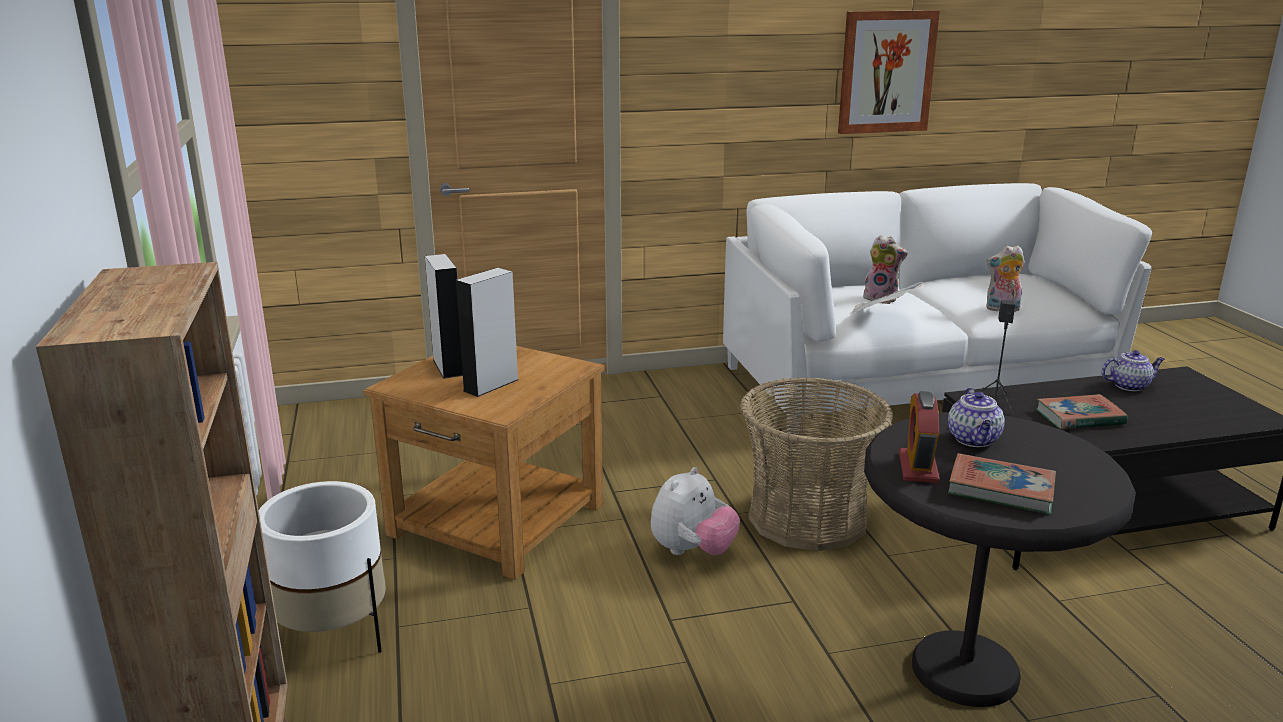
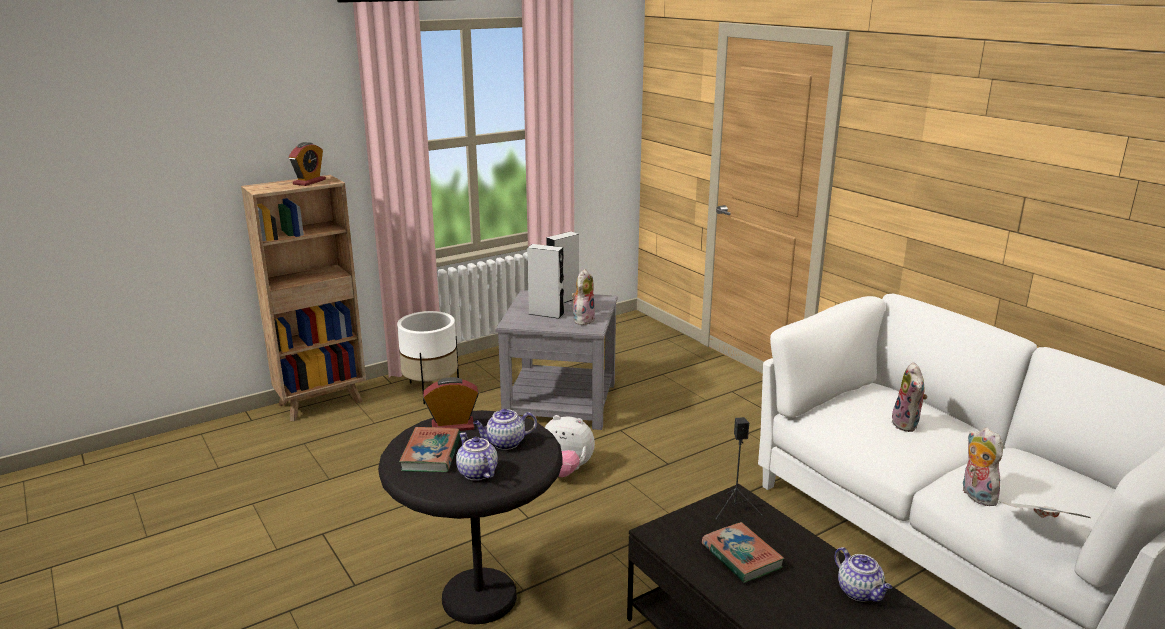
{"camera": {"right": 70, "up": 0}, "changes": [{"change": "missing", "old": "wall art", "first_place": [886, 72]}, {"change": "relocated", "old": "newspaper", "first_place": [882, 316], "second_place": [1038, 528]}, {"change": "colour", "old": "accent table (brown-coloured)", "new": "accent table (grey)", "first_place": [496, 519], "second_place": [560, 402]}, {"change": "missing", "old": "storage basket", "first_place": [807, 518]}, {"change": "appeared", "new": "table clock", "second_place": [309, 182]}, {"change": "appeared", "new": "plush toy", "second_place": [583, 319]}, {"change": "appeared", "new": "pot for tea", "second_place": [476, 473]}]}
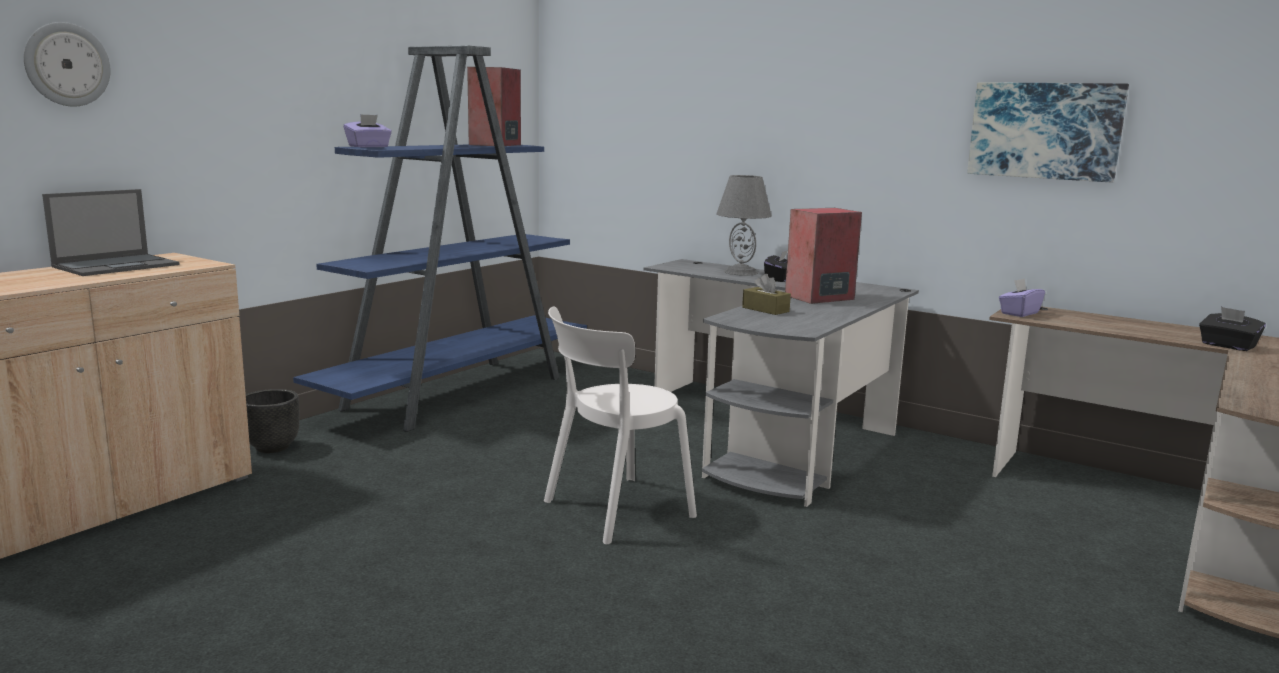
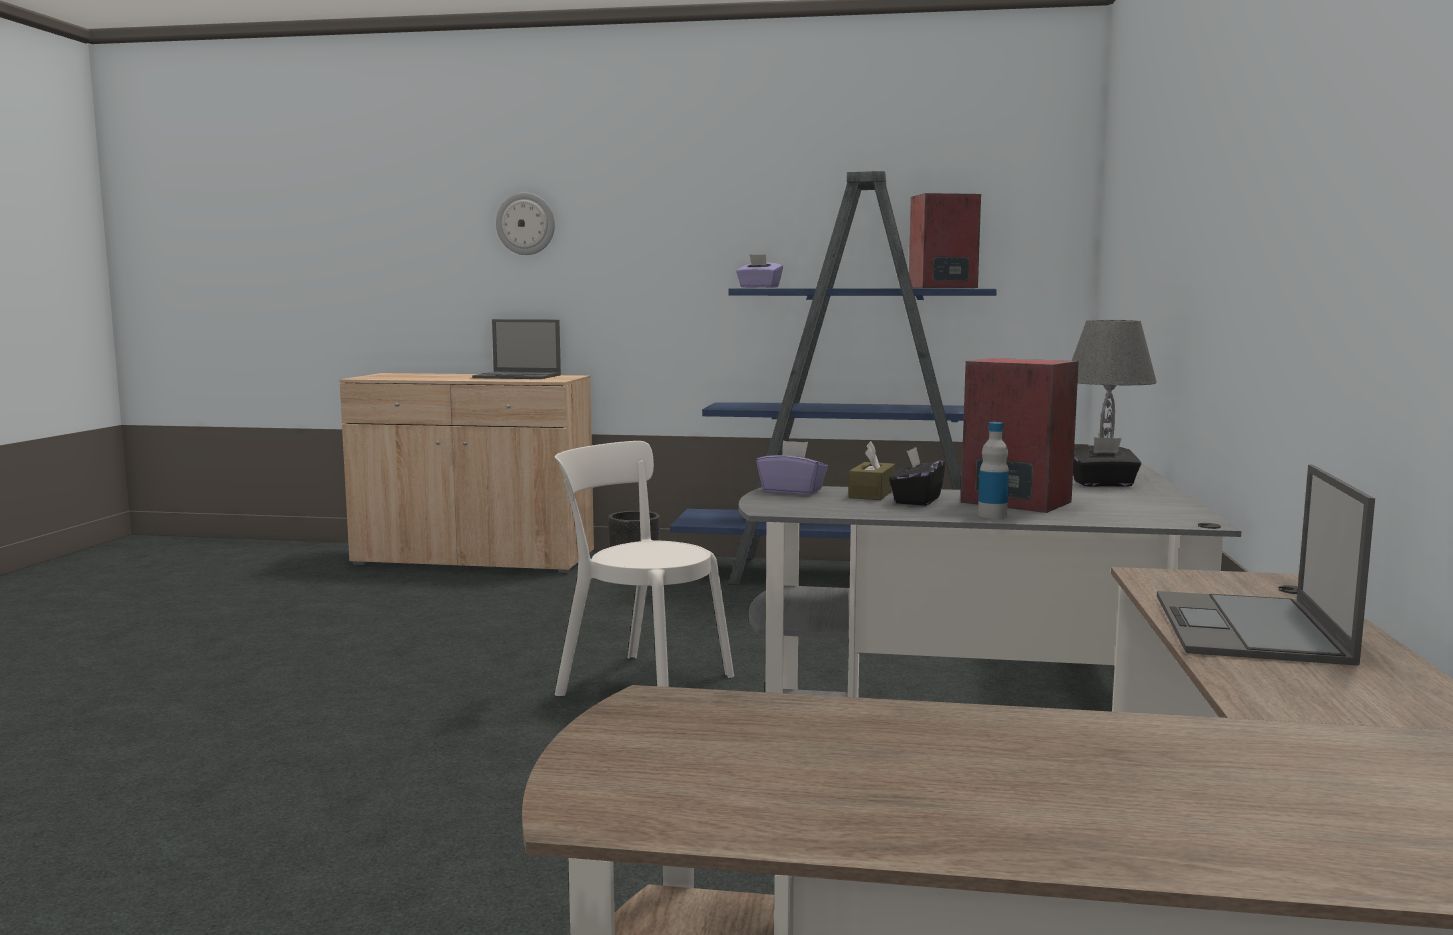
{"camera": {"right": 65, "up": -5}, "changes": [{"change": "missing", "old": "wall art", "first_place": [1045, 131]}, {"change": "relocated", "old": "tissue box (purplish)", "first_place": [1019, 313], "second_place": [792, 491]}, {"change": "relocated", "old": "tissue box (black-coloured)", "first_place": [1227, 346], "second_place": [916, 500]}, {"change": "appeared", "new": "bottle", "second_place": [992, 515]}, {"change": "appeared", "new": "laptop", "second_place": [1250, 629]}]}
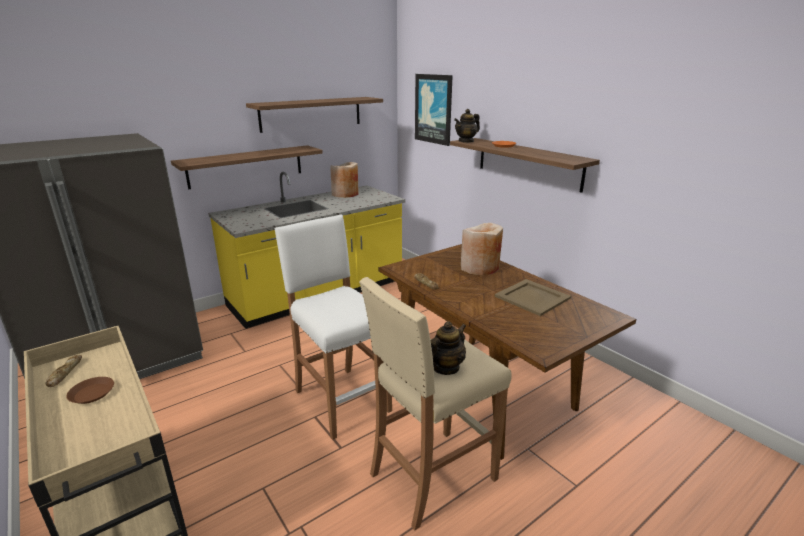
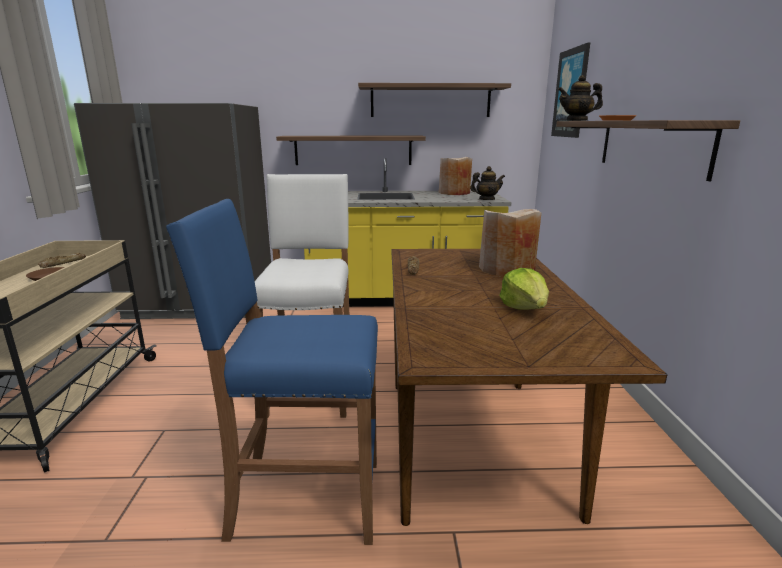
{"camera": {"right": 35, "up": -5}, "changes": [{"change": "colour", "old": "stool (beige)", "new": "stool (bluish)", "first_place": [431, 476], "second_place": [304, 499]}, {"change": "exchanged", "old": "serving tray (beige)", "new": "lettuce head", "first_place": [532, 297], "second_place": [524, 308]}, {"change": "relocated", "old": "pot for tea", "first_place": [445, 368], "second_place": [486, 199]}]}
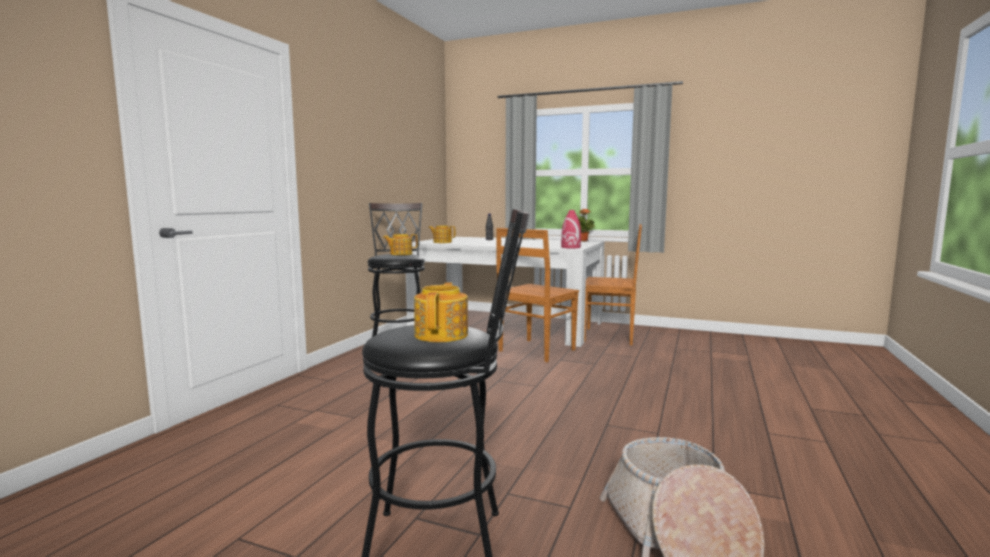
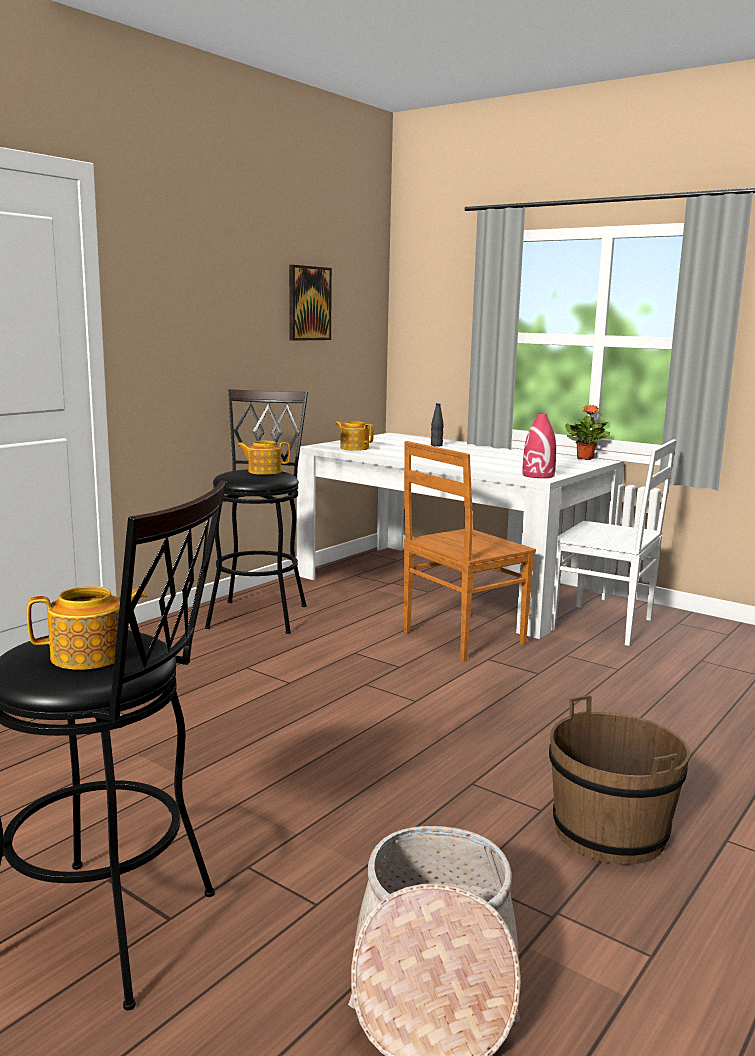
{"camera": {"right": 15, "up": 5}, "changes": [{"change": "colour", "old": "chair (brown-coloured)", "new": "chair (white)", "first_place": [610, 336], "second_place": [605, 625]}, {"change": "spun", "old": "pot for tea", "first_place": [442, 335], "second_place": [91, 656], "degrees": 45}, {"change": "appeared", "new": "wall art", "second_place": [309, 303]}, {"change": "appeared", "new": "water bucket (brown-coloured)", "second_place": [610, 832]}]}
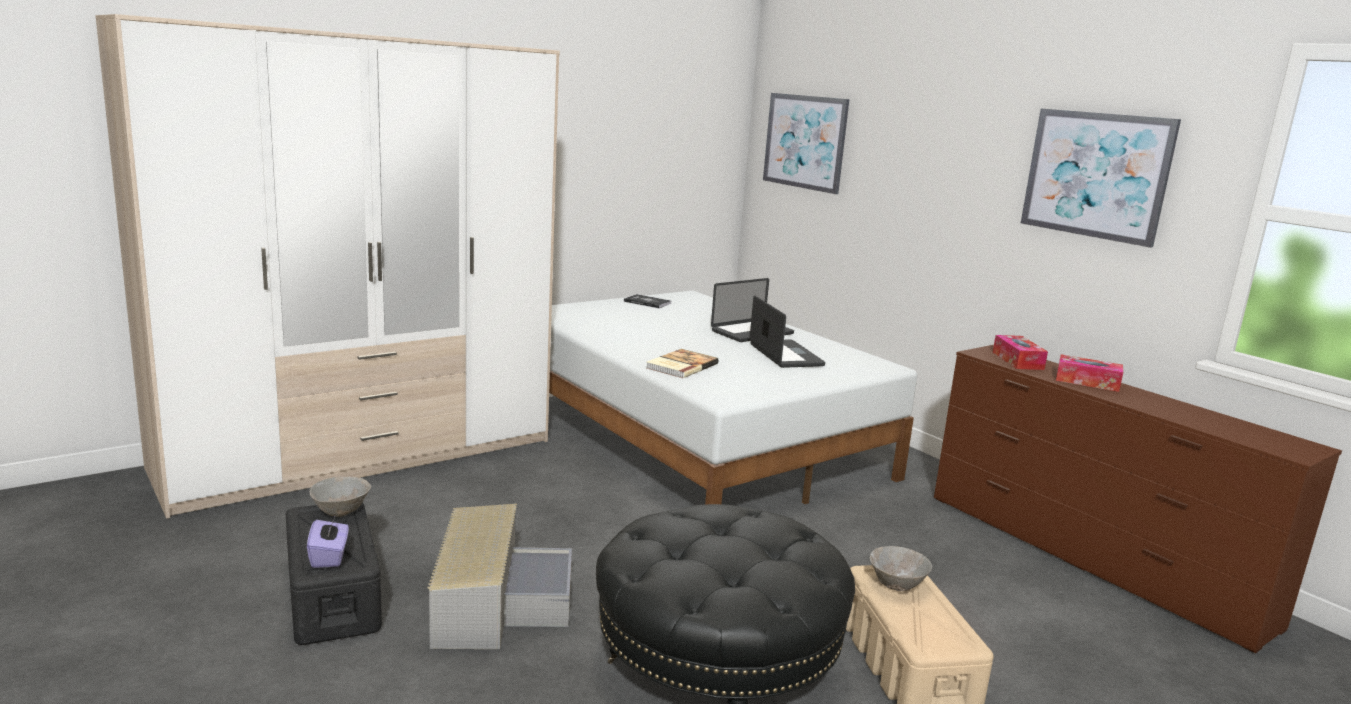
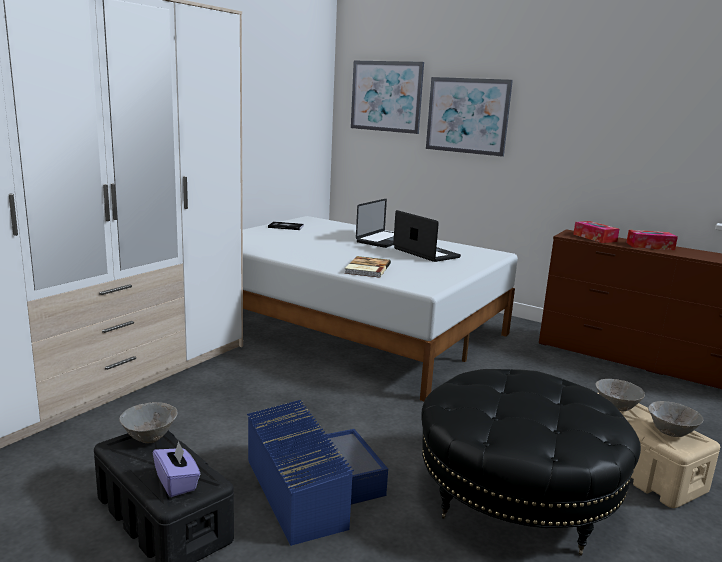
{"camera": {"right": -20, "up": 0}, "changes": [{"change": "relocated", "old": "wall art", "first_place": [1096, 175], "second_place": [467, 116]}, {"change": "colour", "old": "storage bin (grey)", "new": "storage bin (bluish)", "first_place": [496, 600], "second_place": [310, 487]}, {"change": "appeared", "new": "bowl (grey)", "second_place": [670, 432]}]}
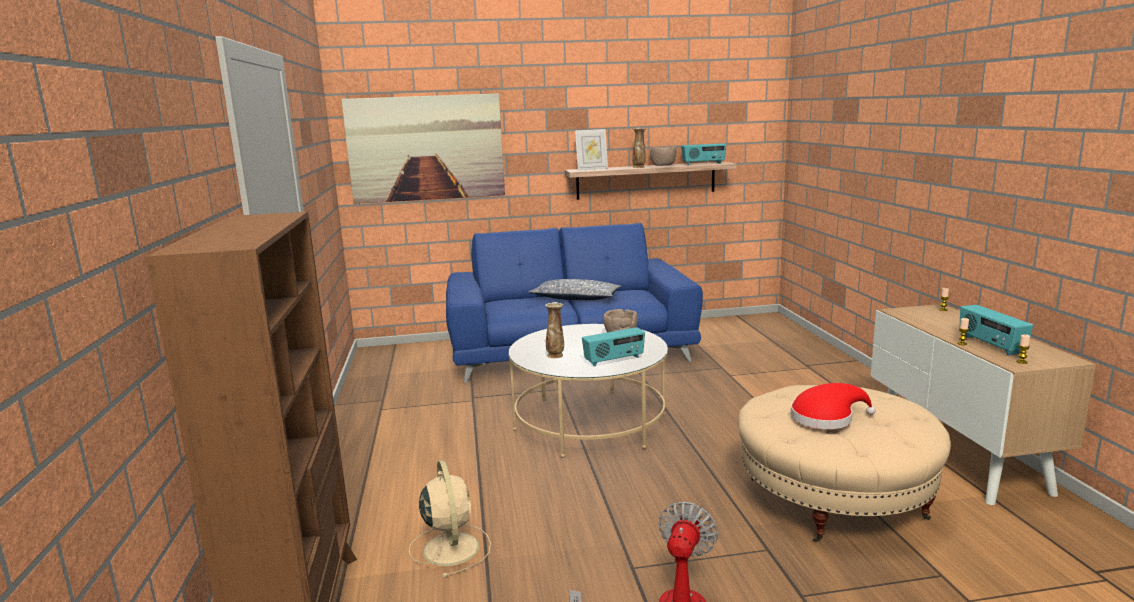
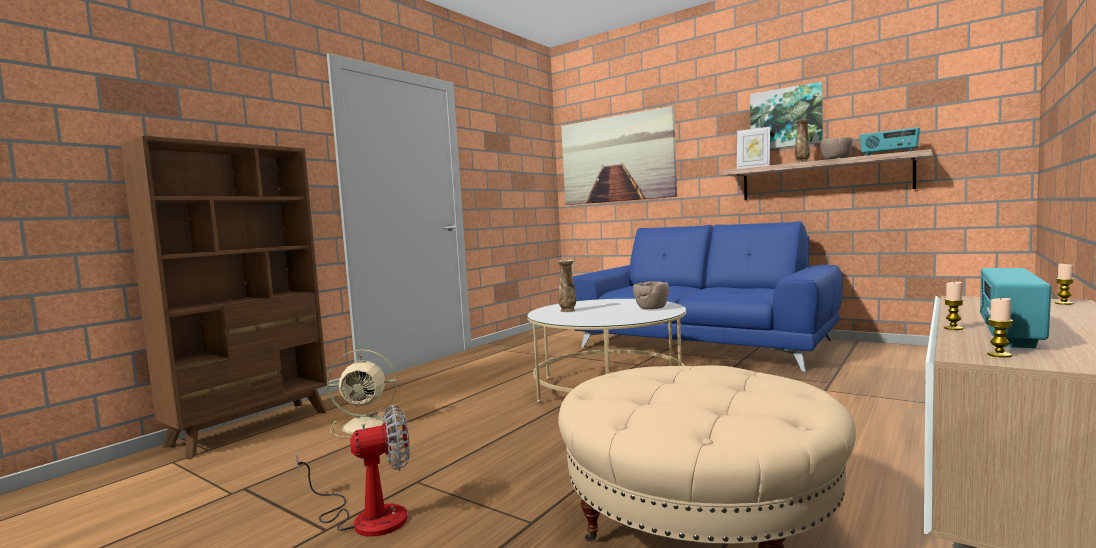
{"camera": {"right": 45, "up": -10}, "changes": [{"change": "missing", "old": "pillow", "first_place": [575, 298]}, {"change": "missing", "old": "radio", "first_place": [614, 360]}, {"change": "missing", "old": "hat (red)", "first_place": [826, 418]}, {"change": "spun", "old": "fan (beige)", "first_place": [450, 547], "second_place": [368, 425], "degrees": 60}, {"change": "appeared", "new": "wall art", "second_place": [786, 118]}]}
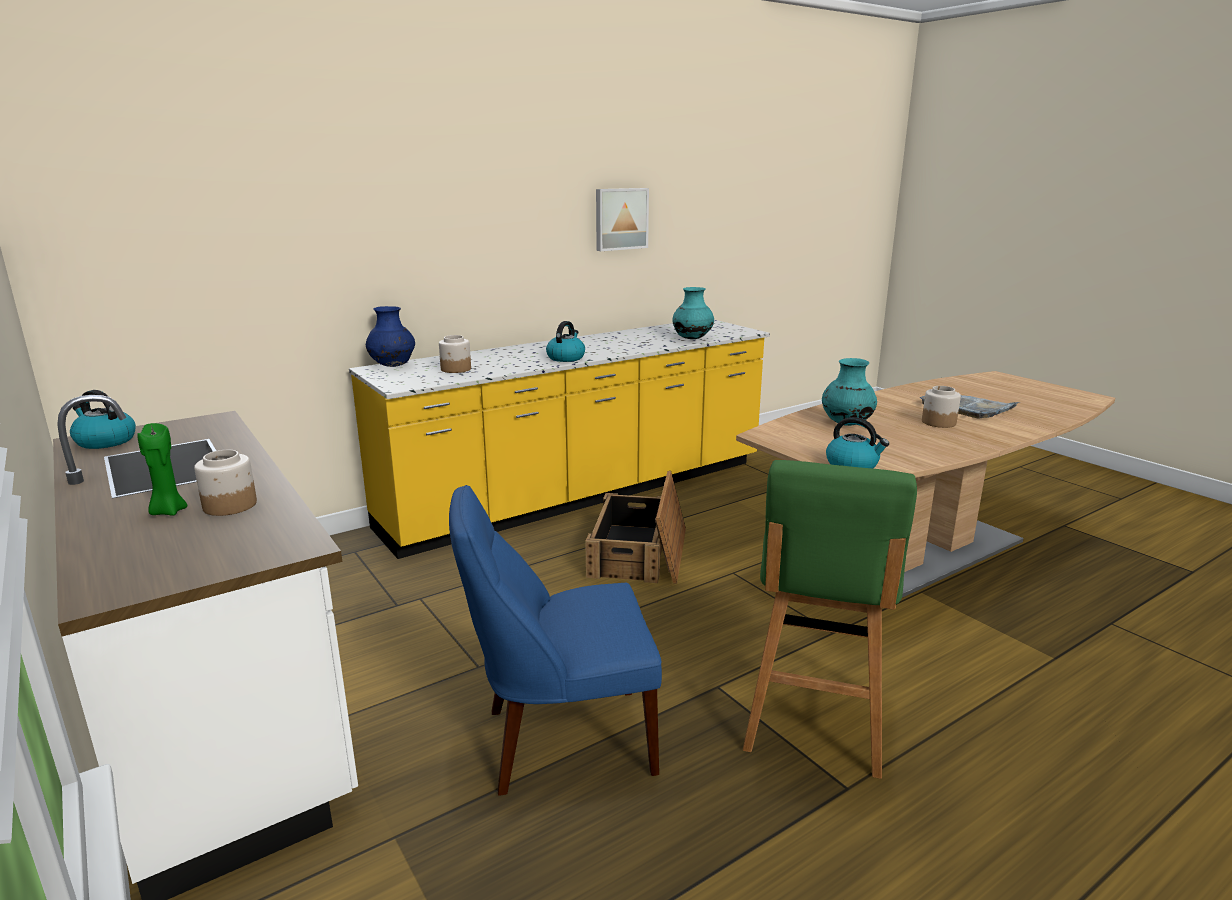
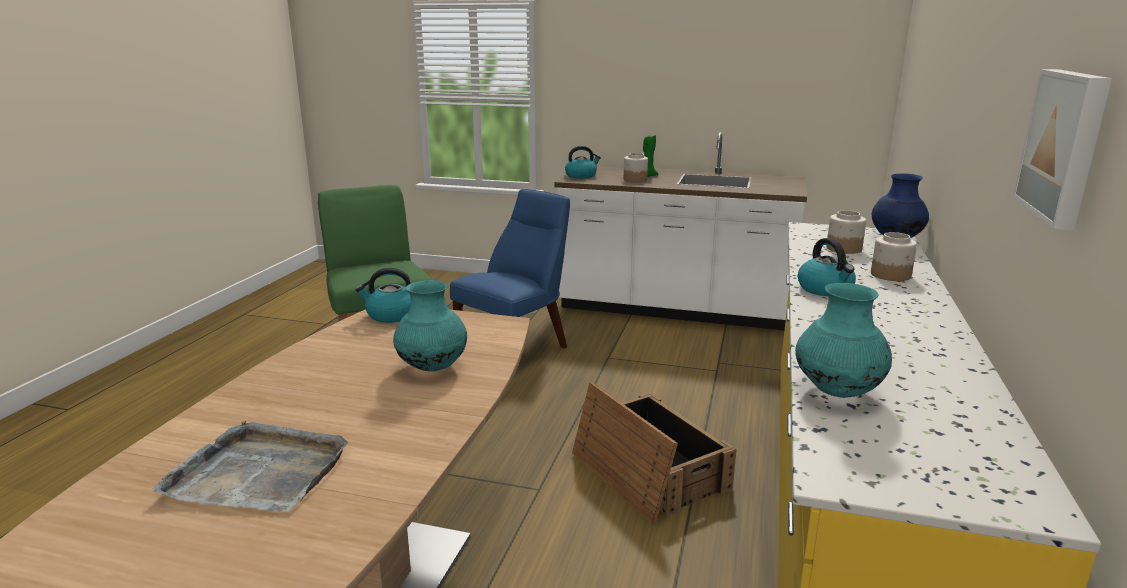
{"camera": {"right": 140, "up": 0}, "changes": [{"change": "relocated", "old": "jar", "first_place": [938, 422], "second_place": [891, 275]}, {"change": "relocated", "old": "kettle", "first_place": [105, 441], "second_place": [581, 176]}]}
